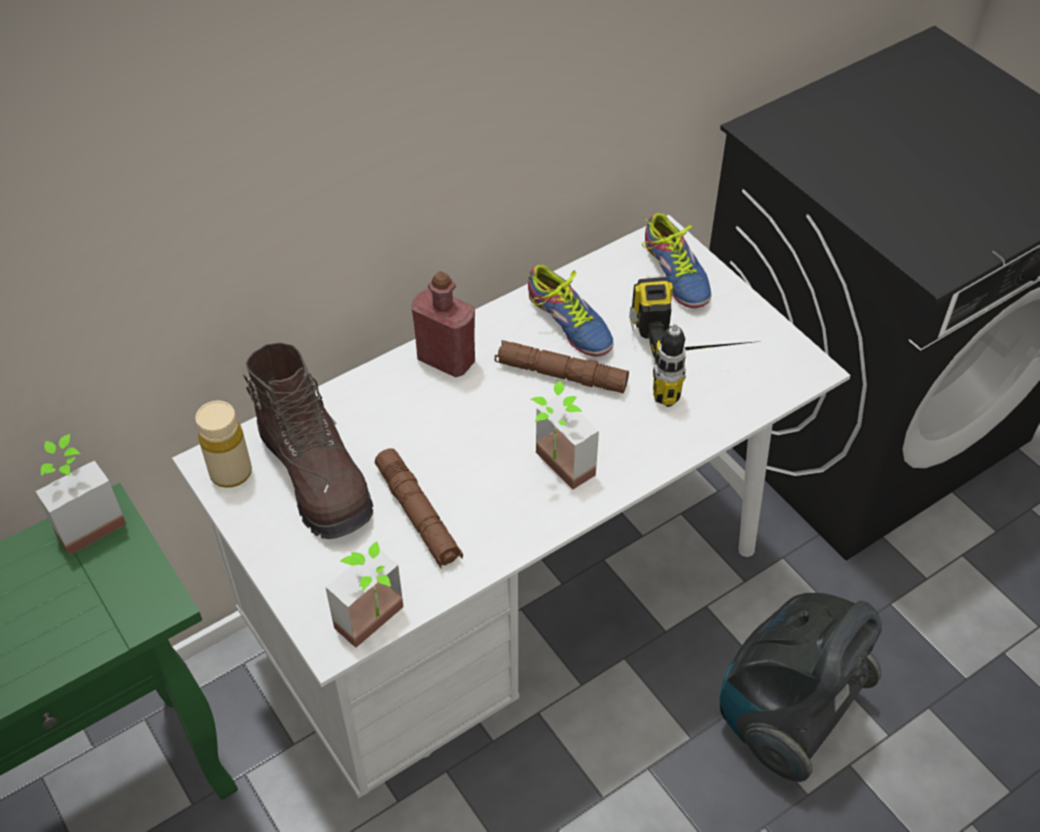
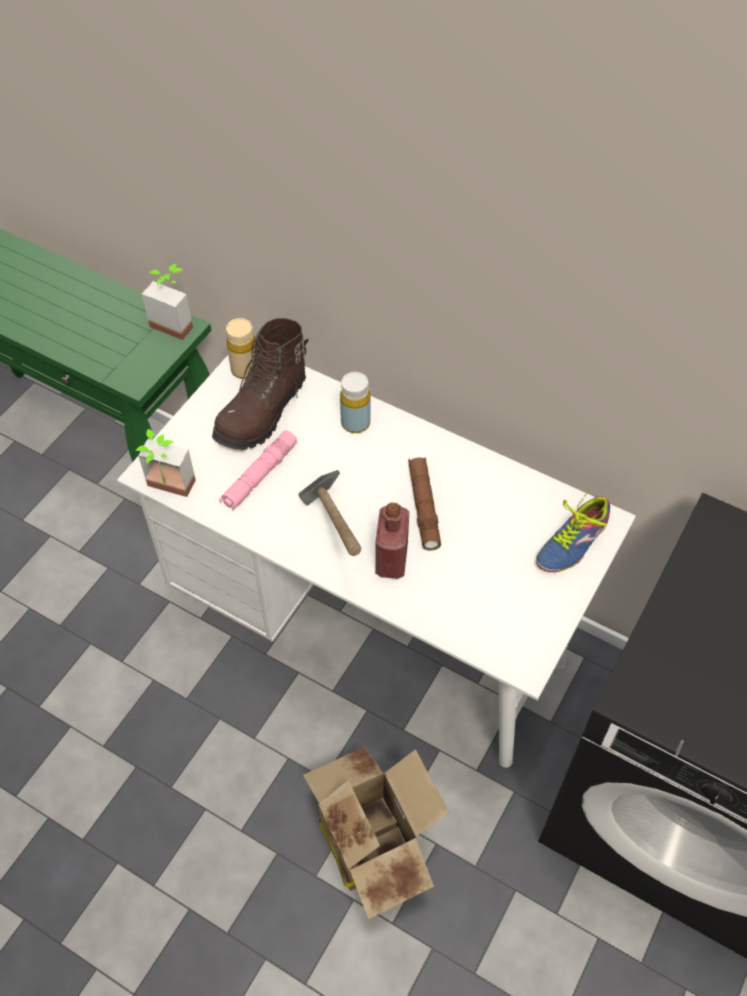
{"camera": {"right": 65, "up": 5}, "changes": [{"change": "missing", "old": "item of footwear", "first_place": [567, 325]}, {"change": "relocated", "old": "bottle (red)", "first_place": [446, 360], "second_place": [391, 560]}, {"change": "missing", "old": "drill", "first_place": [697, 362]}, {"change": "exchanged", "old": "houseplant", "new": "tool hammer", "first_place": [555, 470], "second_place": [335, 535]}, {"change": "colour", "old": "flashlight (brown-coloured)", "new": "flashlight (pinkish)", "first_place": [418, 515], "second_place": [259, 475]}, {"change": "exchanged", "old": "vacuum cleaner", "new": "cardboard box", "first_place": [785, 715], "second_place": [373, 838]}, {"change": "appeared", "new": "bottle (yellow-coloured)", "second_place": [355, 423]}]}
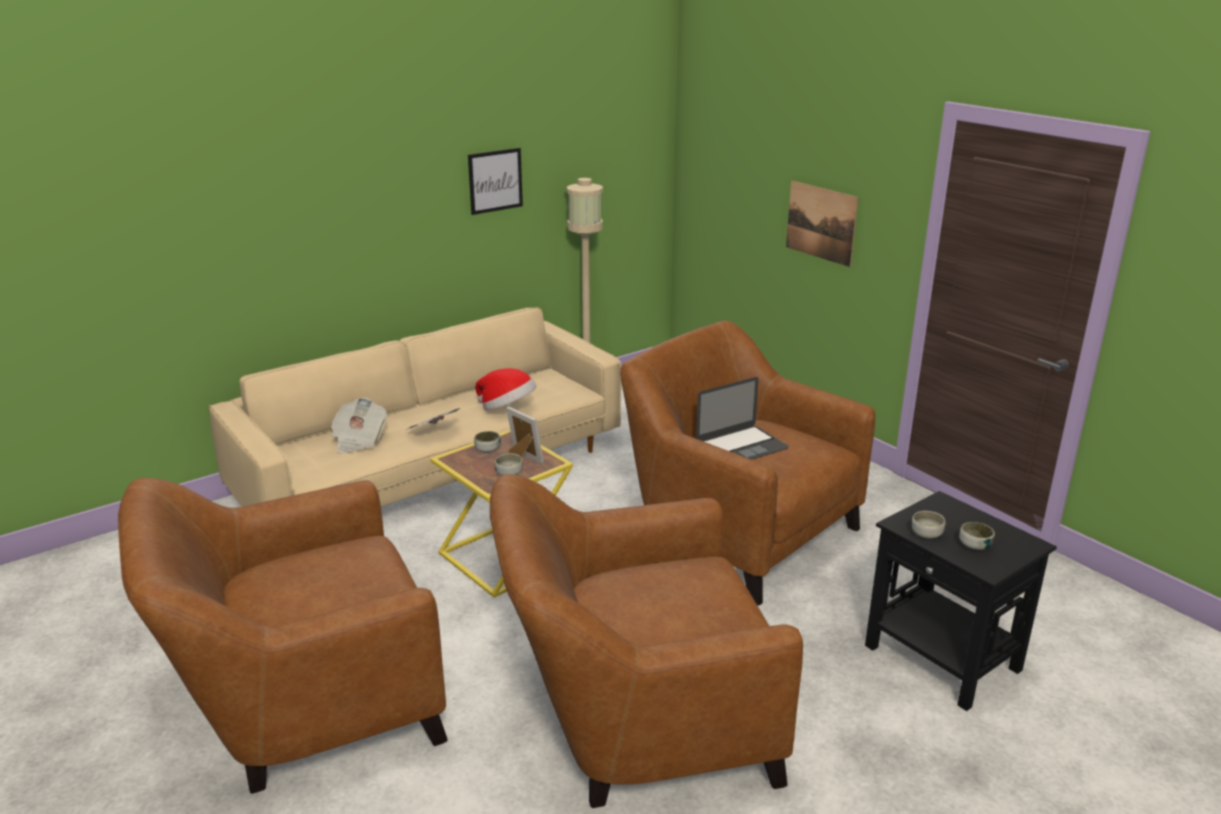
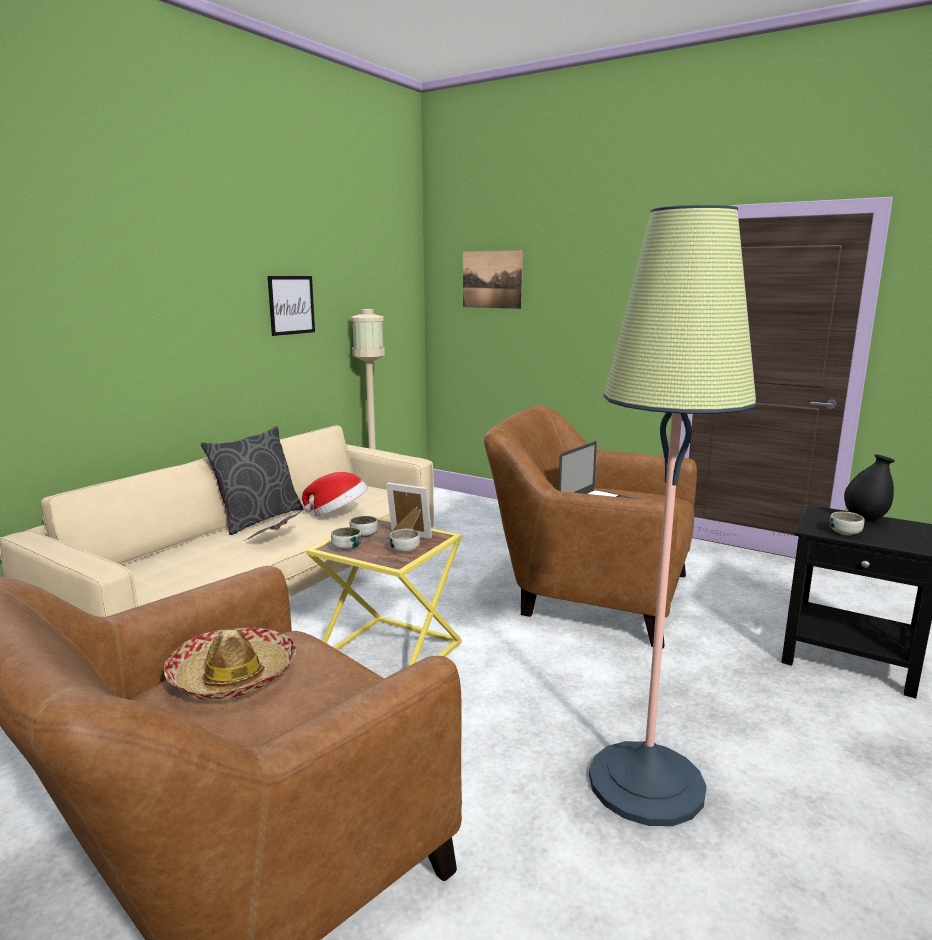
{"camera": {"right": -20, "up": -10}, "changes": [{"change": "relocated", "old": "wall art", "first_place": [821, 223], "second_place": [492, 279]}, {"change": "missing", "old": "newspaper", "first_place": [358, 440]}, {"change": "exchanged", "old": "lounge chair (brown-coloured)", "new": "standing lamp", "first_place": [635, 719], "second_place": [646, 783]}, {"change": "relocated", "old": "bowl", "first_place": [974, 546], "second_place": [346, 548]}, {"change": "appeared", "new": "pillow (grey)", "second_place": [258, 519]}, {"change": "appeared", "new": "vase (black-coloured)", "second_place": [865, 518]}, {"change": "appeared", "new": "hat", "second_place": [233, 676]}]}
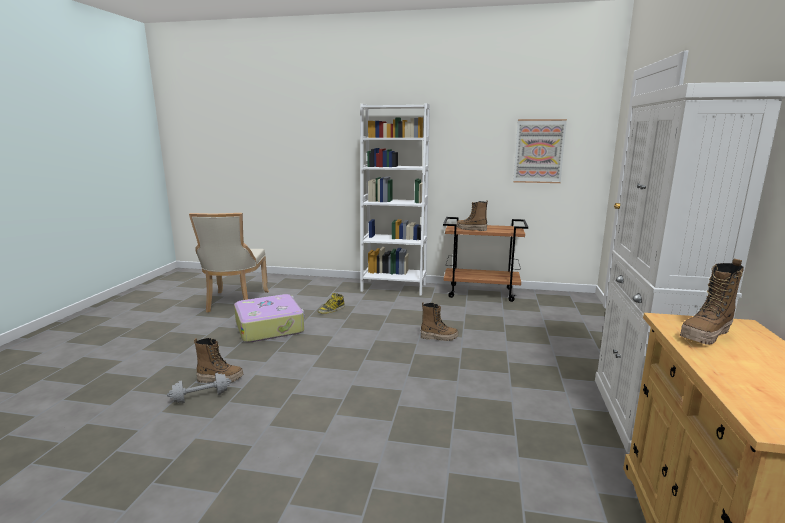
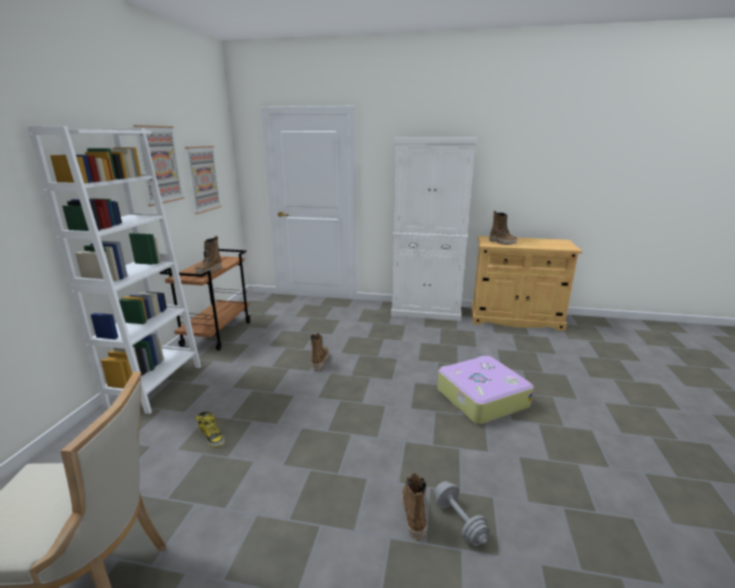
{"camera": {"right": -90, "up": 5}, "changes": [{"change": "relocated", "old": "piece of luggage", "first_place": [270, 327], "second_place": [480, 398]}, {"change": "appeared", "new": "wall art", "second_place": [159, 165]}]}
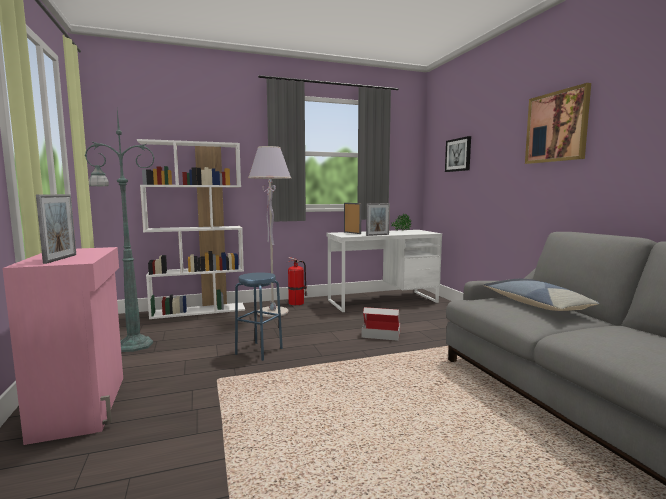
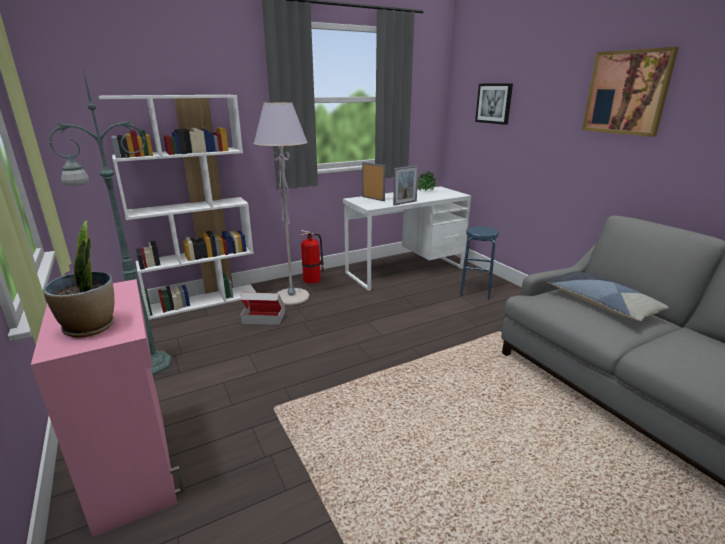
{"camera": {"right": -10, "up": 15}, "changes": [{"change": "exchanged", "old": "photo frame", "new": "houseplant", "first_place": [60, 259], "second_place": [91, 327]}, {"change": "relocated", "old": "stool (bluish)", "first_place": [259, 351], "second_place": [475, 291]}, {"change": "relocated", "old": "cardboard box", "first_place": [381, 334], "second_place": [264, 318]}]}
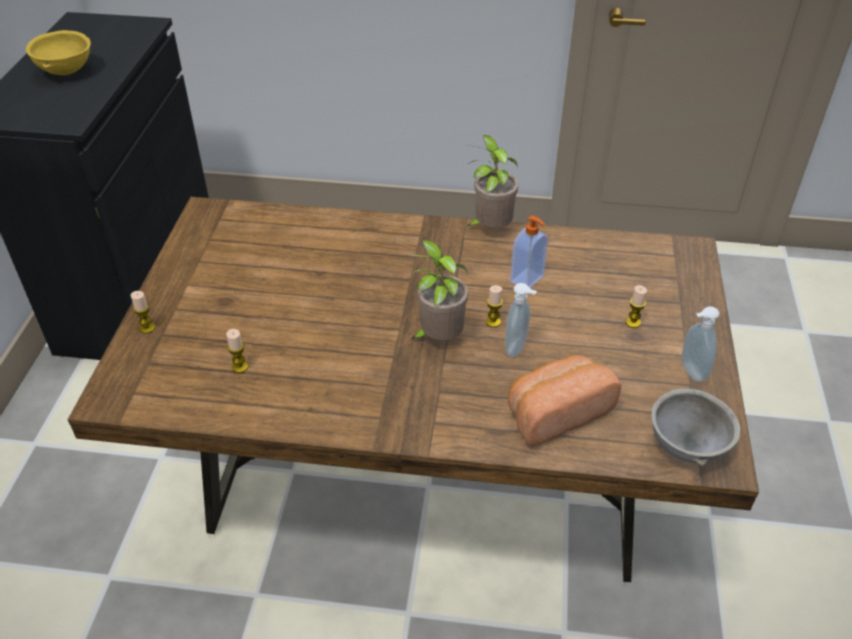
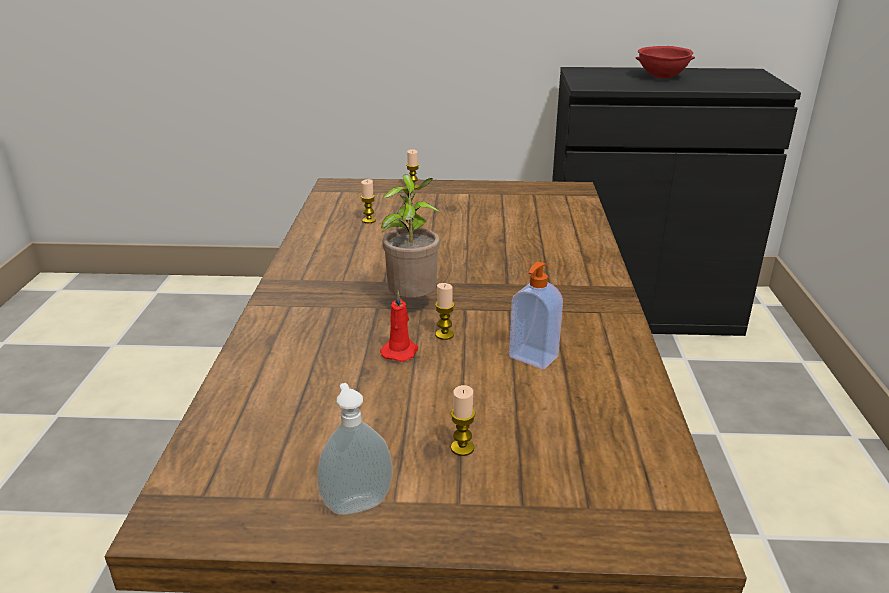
{"camera": {"right": 85, "up": -15}, "changes": [{"change": "colour", "old": "bowl (yellow-coloured)", "new": "bowl (red)", "first_place": [67, 71], "second_place": [662, 77]}, {"change": "missing", "old": "houseplant", "first_place": [490, 229]}, {"change": "exchanged", "old": "soap bottle", "new": "wax light (red)", "first_place": [517, 348], "second_place": [400, 351]}, {"change": "missing", "old": "bread", "first_place": [556, 412]}, {"change": "missing", "old": "bowl (grey)", "first_place": [687, 446]}]}
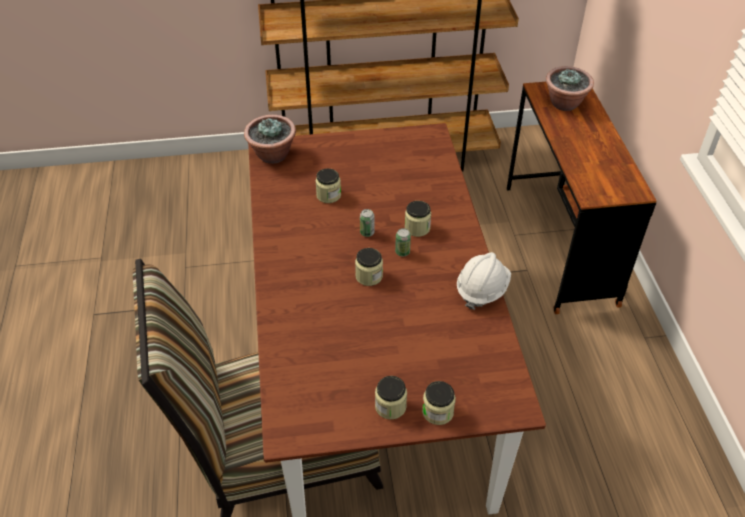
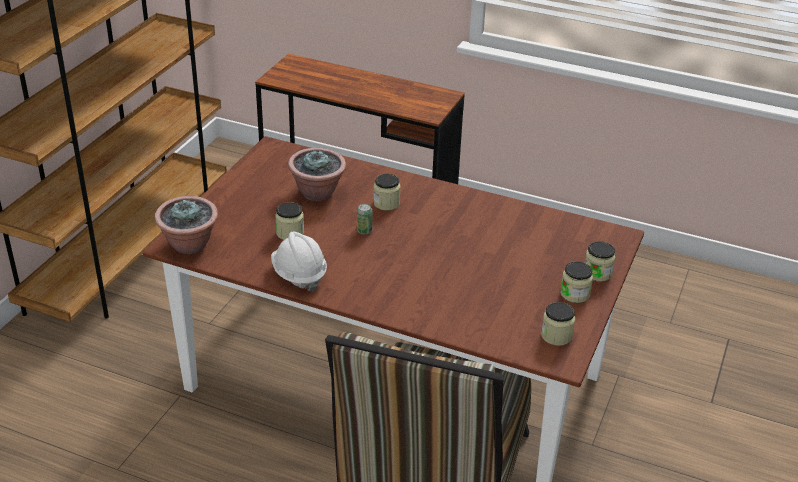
{"camera": {"right": -60, "up": -10}, "changes": [{"change": "relocated", "old": "houseplant", "first_place": [565, 104], "second_place": [318, 192]}, {"change": "missing", "old": "can", "first_place": [402, 252]}, {"change": "relocated", "old": "jar", "first_place": [369, 276], "second_place": [556, 336]}, {"change": "relocated", "old": "hard hat (white)", "first_place": [482, 289], "second_place": [299, 274]}]}
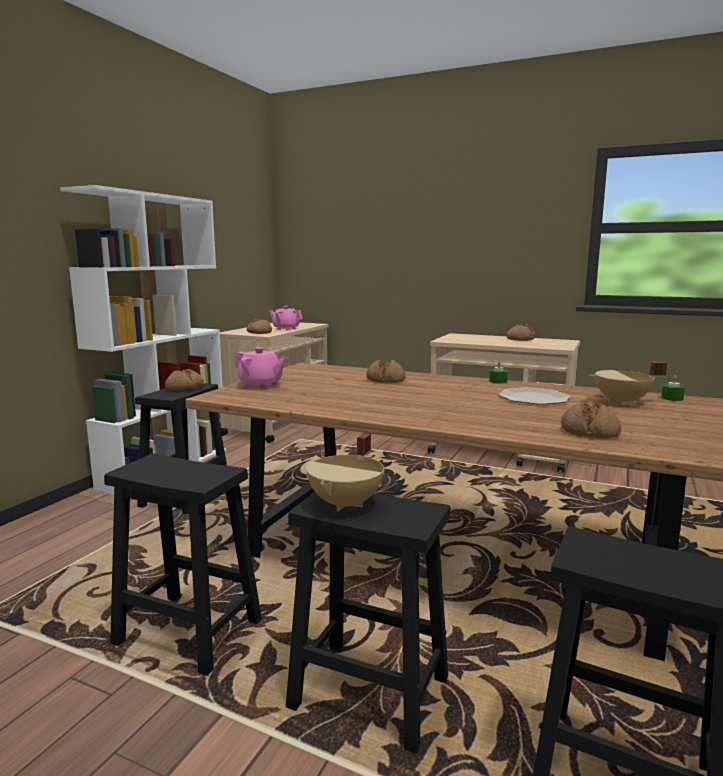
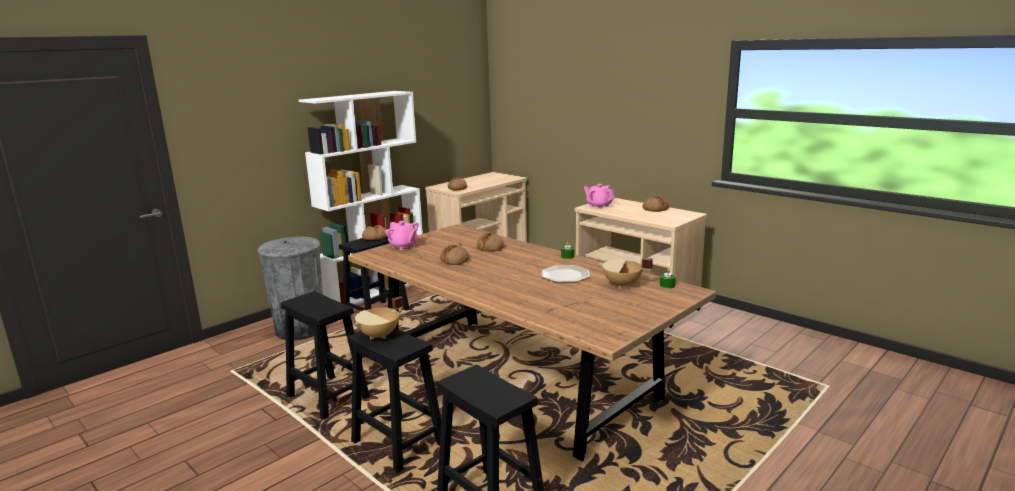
{"camera": {"right": 20, "up": 5}, "changes": [{"change": "relocated", "old": "pot for tea (pinkish)", "first_place": [286, 329], "second_place": [599, 206]}, {"change": "relocated", "old": "bread", "first_place": [589, 431], "second_place": [455, 260]}, {"change": "appeared", "new": "waste bin (grey)", "second_place": [300, 329]}]}
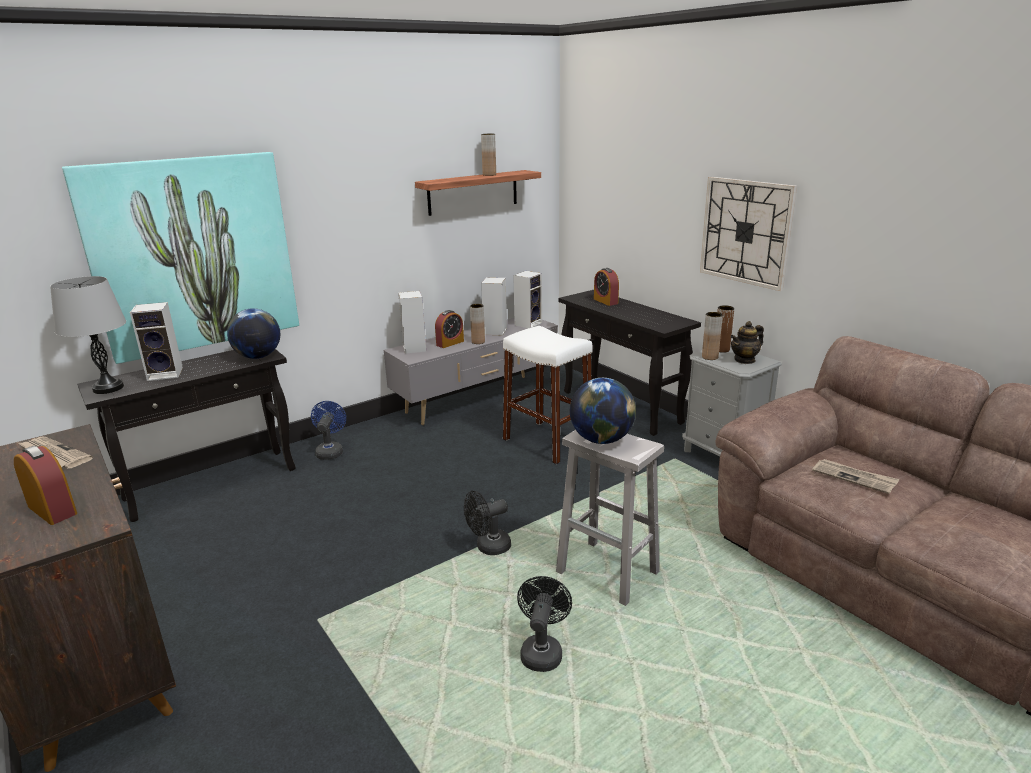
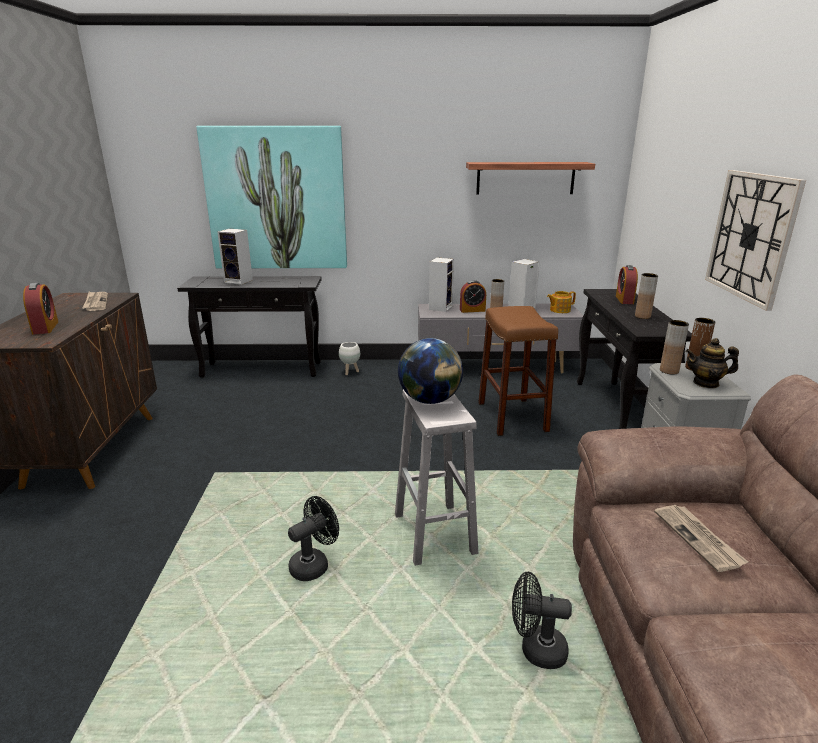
{"camera": {"right": 35, "up": 0}, "changes": [{"change": "relocated", "old": "vase (brown-coloured)", "first_place": [489, 175], "second_place": [642, 316]}, {"change": "exchanged", "old": "audio speaker", "new": "pot for tea", "first_place": [528, 323], "second_place": [559, 310]}, {"change": "missing", "old": "table lamp (grey)", "first_place": [108, 388]}, {"change": "missing", "old": "desk globe", "first_place": [258, 357]}, {"change": "colour", "old": "stool (white)", "new": "stool (brown-coloured)", "first_place": [547, 442], "second_place": [512, 416]}, {"change": "exchanged", "old": "fan (bluish)", "new": "plant pot (white)", "first_place": [330, 451], "second_place": [350, 372]}, {"change": "relocated", "old": "fan (black-coloured)", "first_place": [488, 547], "second_place": [536, 649]}]}
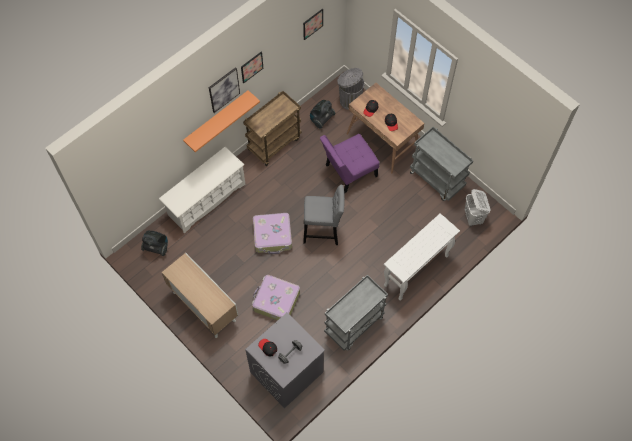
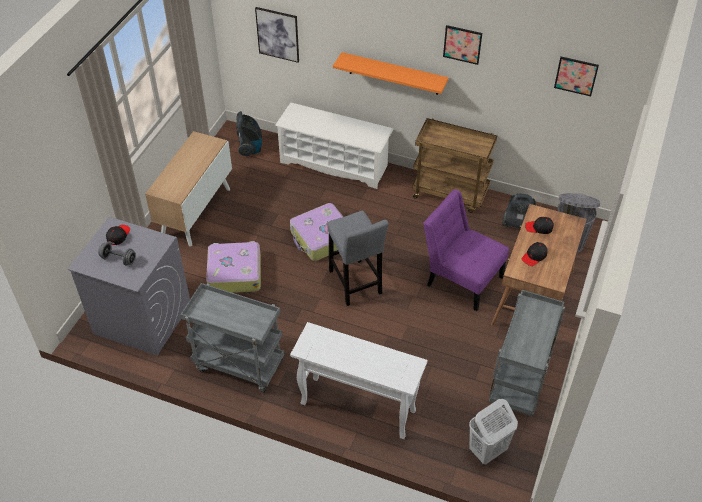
{"camera": {"right": 65, "up": -15}, "changes": [{"change": "relocated", "old": "wall art", "first_place": [224, 89], "second_place": [278, 34]}]}
